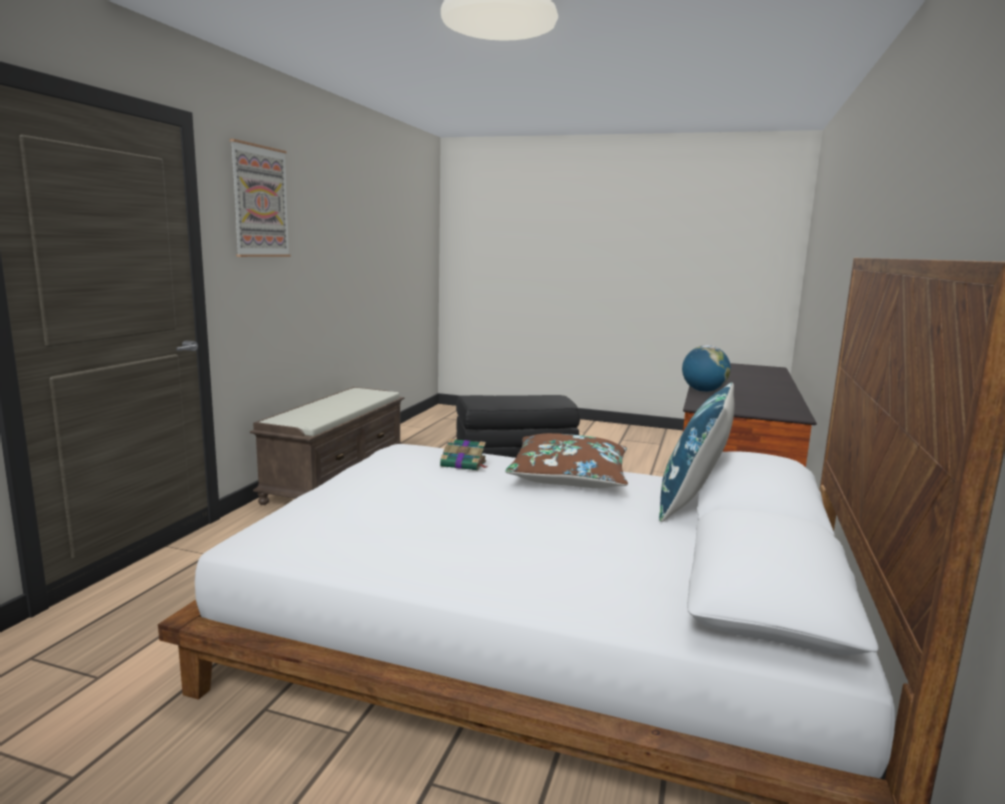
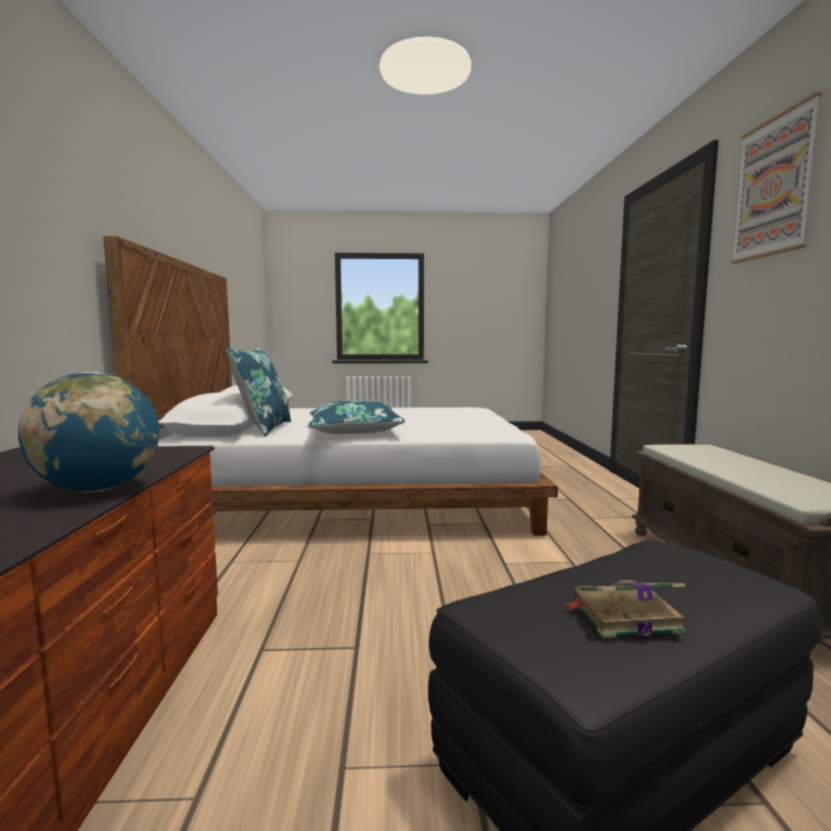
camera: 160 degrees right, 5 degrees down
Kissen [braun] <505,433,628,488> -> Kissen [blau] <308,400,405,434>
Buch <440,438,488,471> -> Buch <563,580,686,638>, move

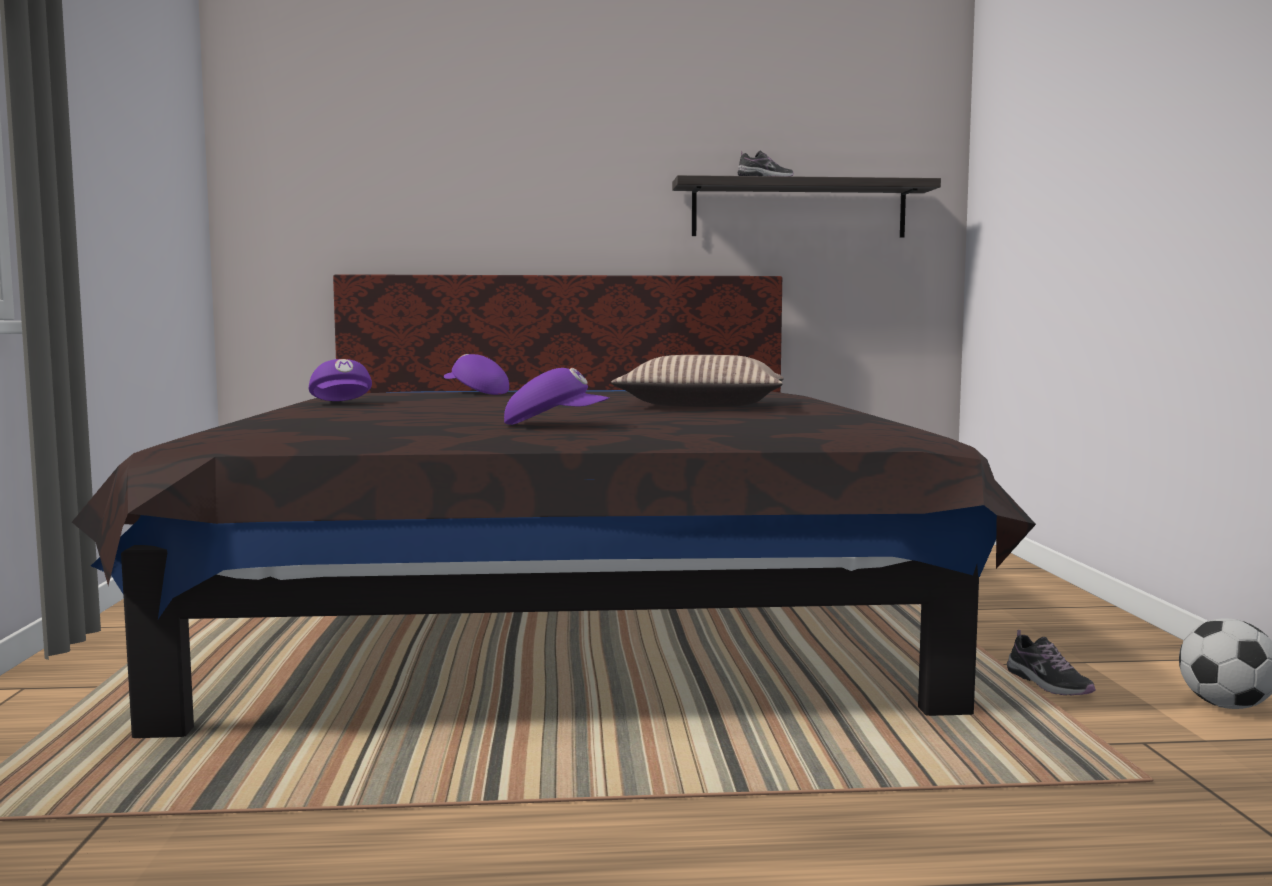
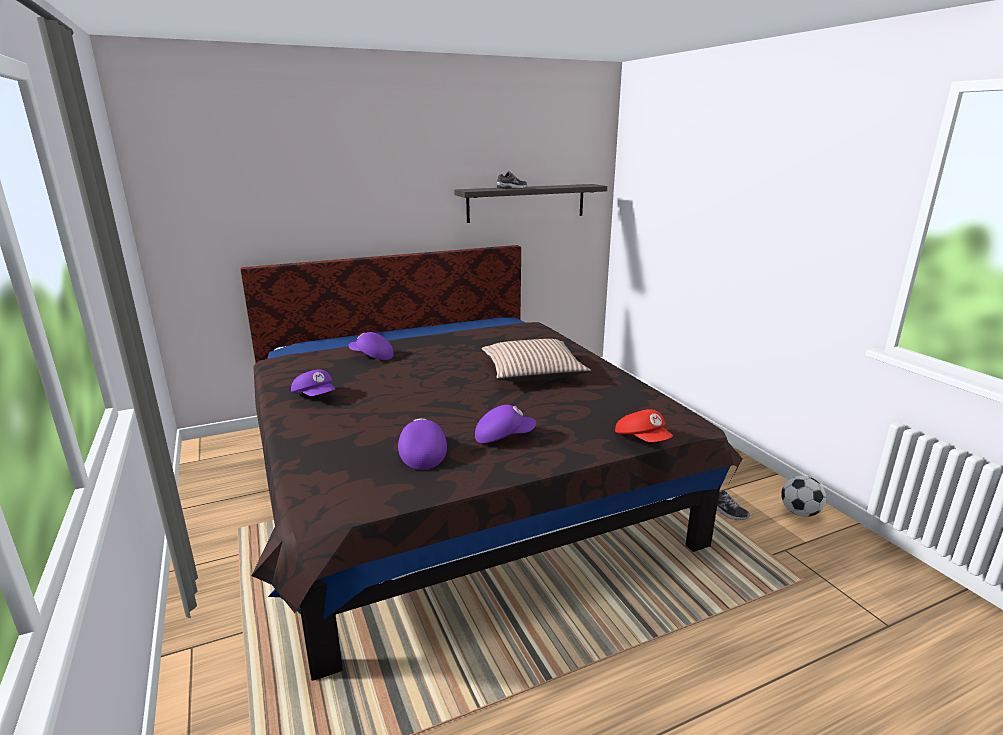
camera: 20 degrees left, 15 degrees up
none -> Kappe [lila] <398,418,447,470>
none -> Kappe [rot] <615,409,673,442>

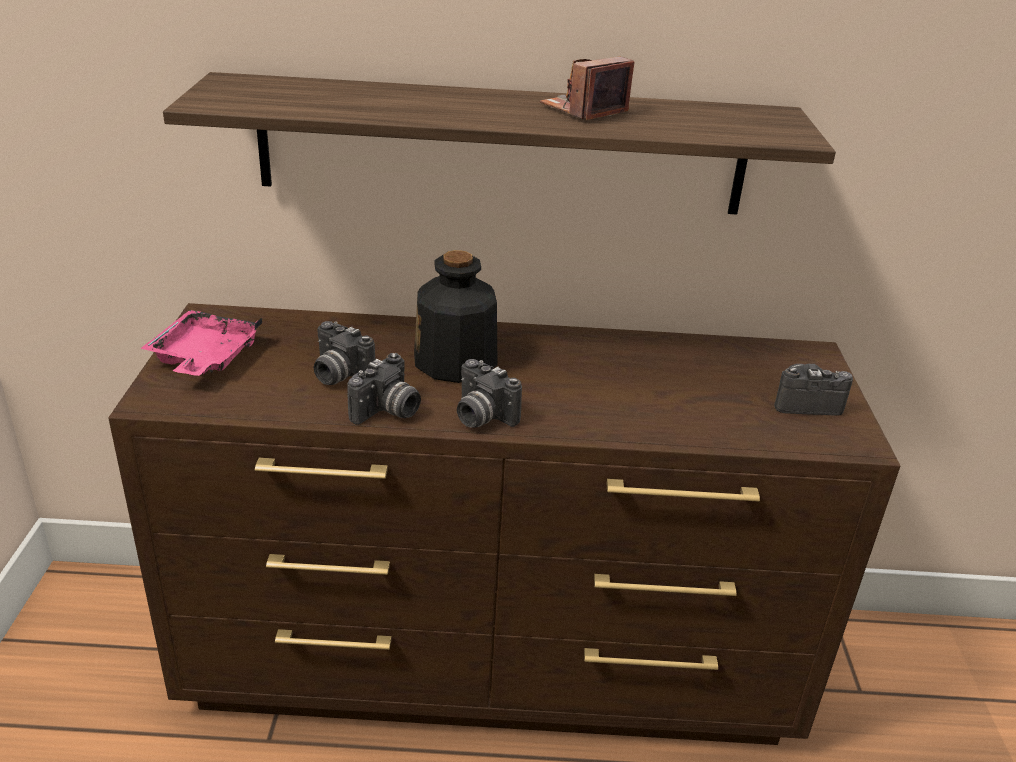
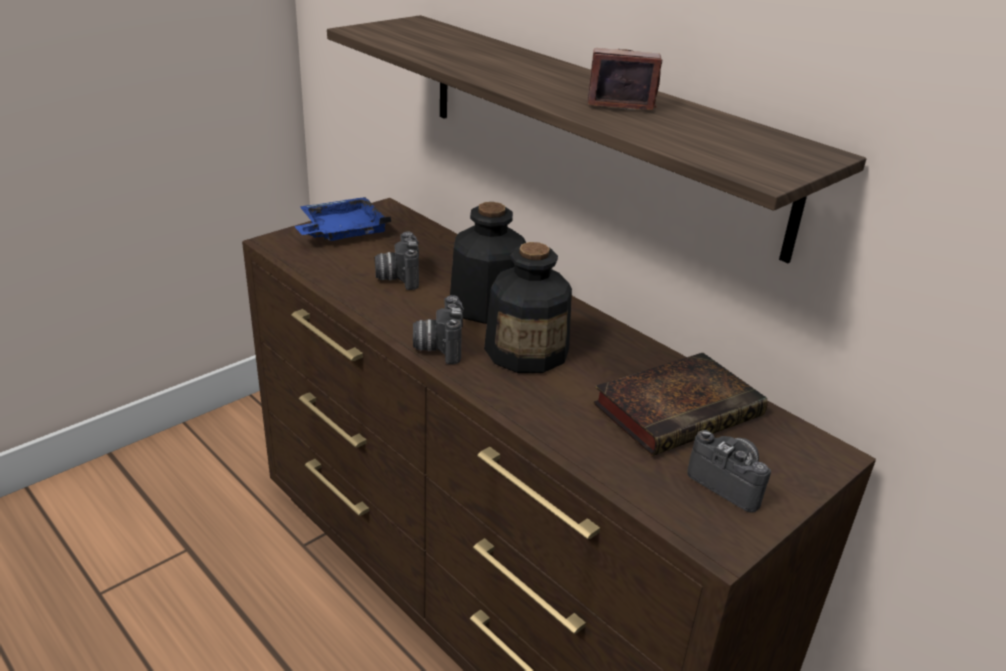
camera: 45 degrees right, 0 degrees up
Tablett [rosa] <140,310,262,376> -> Tablett [blau] <295,197,391,241>
none -> Flasche <484,242,572,373>
none -> Buch <593,353,768,456>
Kamera <347,353,421,425> -> none

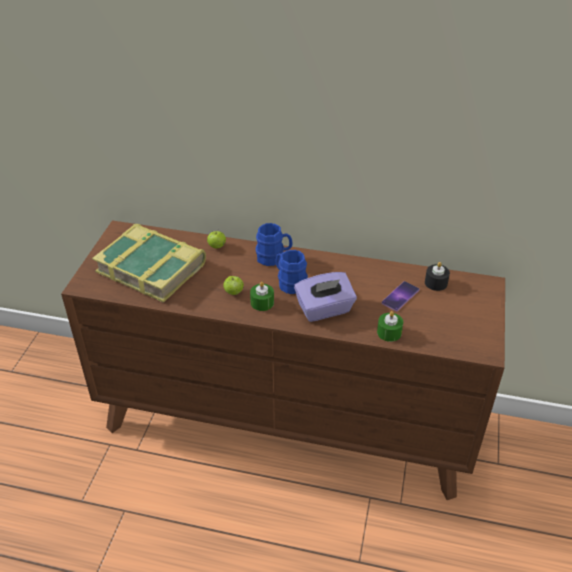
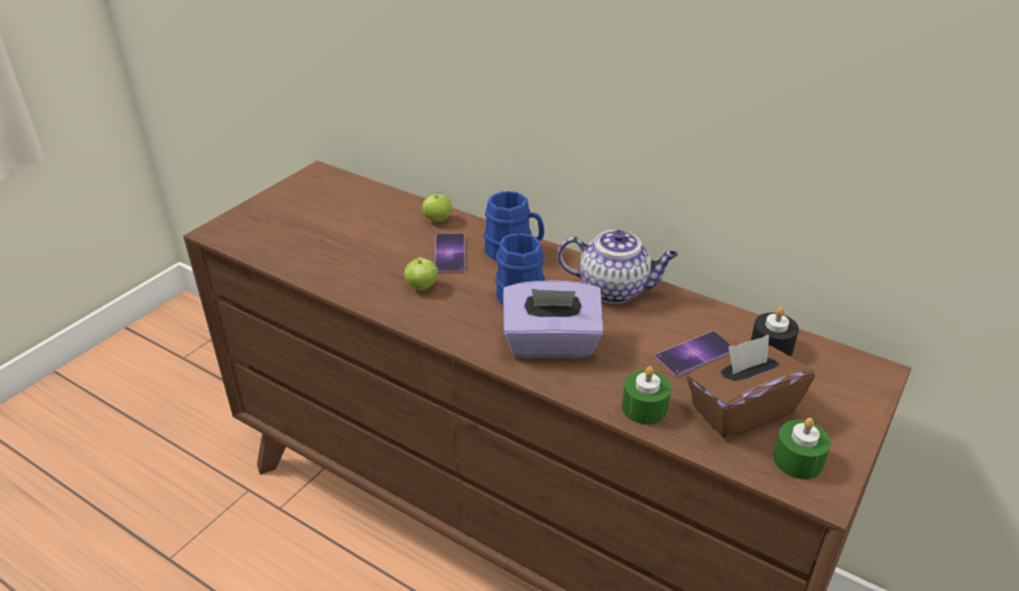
camera: 20 degrees right, 5 degrees down
none -> Handy <435,233,465,272>
none -> Teekanne <557,230,678,303>
none -> Taschentuchbox [braun] <686,335,815,439>
Kerze [grün] <250,282,274,311> -> Kerze [grün] <773,418,831,479>, move
Buch <92,224,206,303> -> none

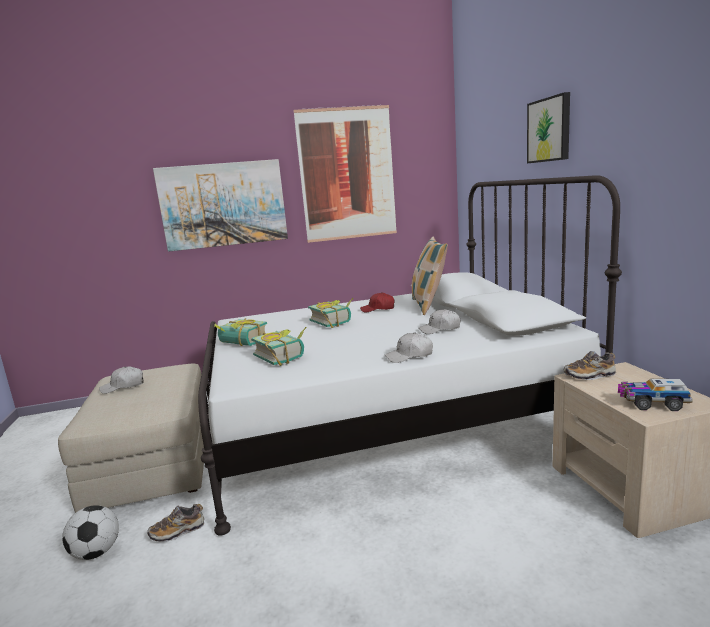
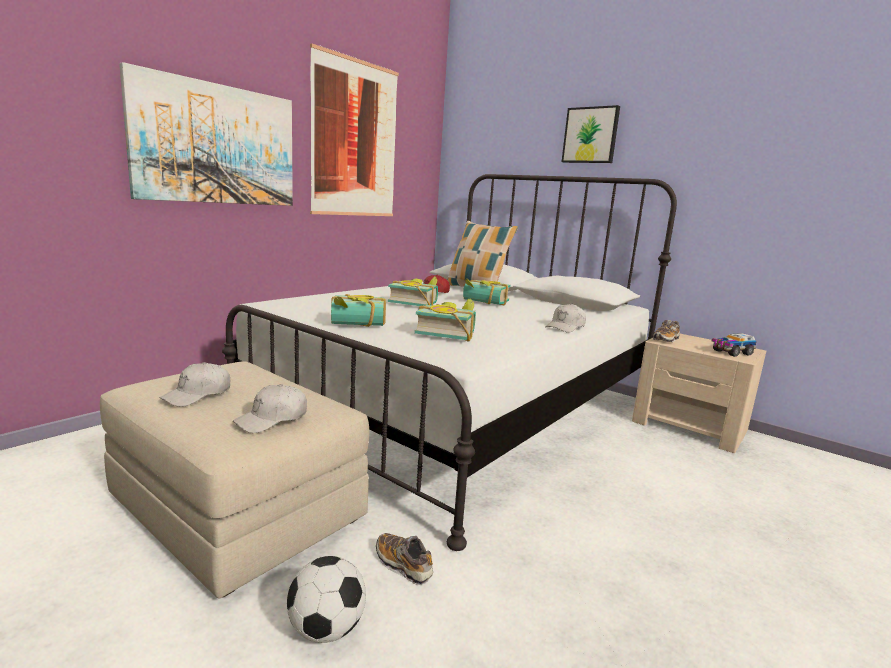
camera: 40 degrees left, 0 degrees up
Kappe [weiß] <419,309,460,334> -> Kappe [weiß] <233,384,307,433>, move
Schuh <147,504,204,542> -> Schuh <376,533,433,585>, 105 degrees clockwise
none -> Buch <463,278,511,305>

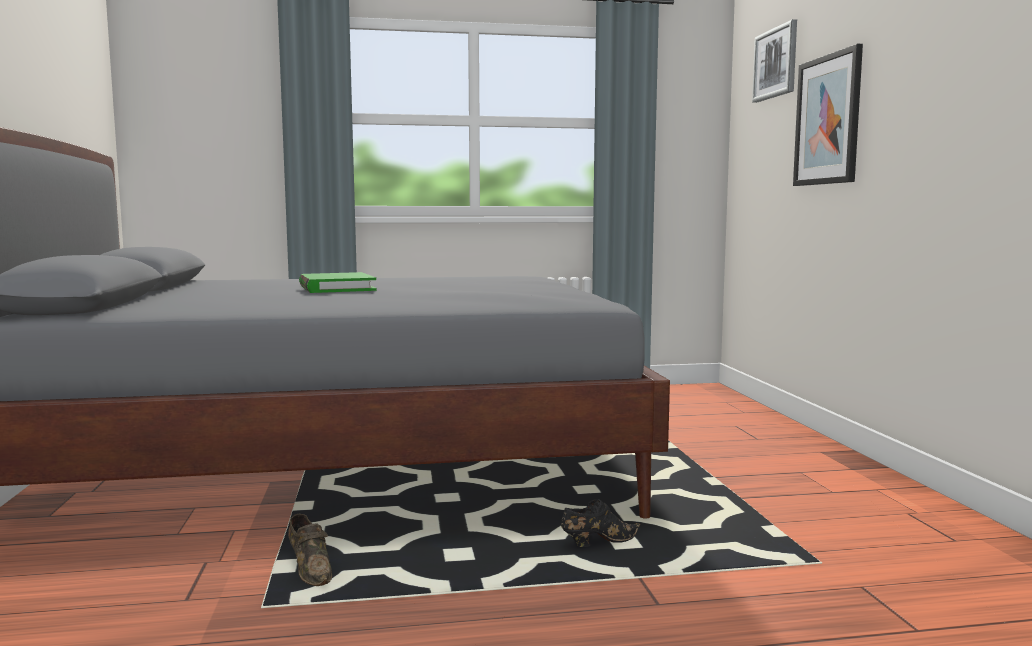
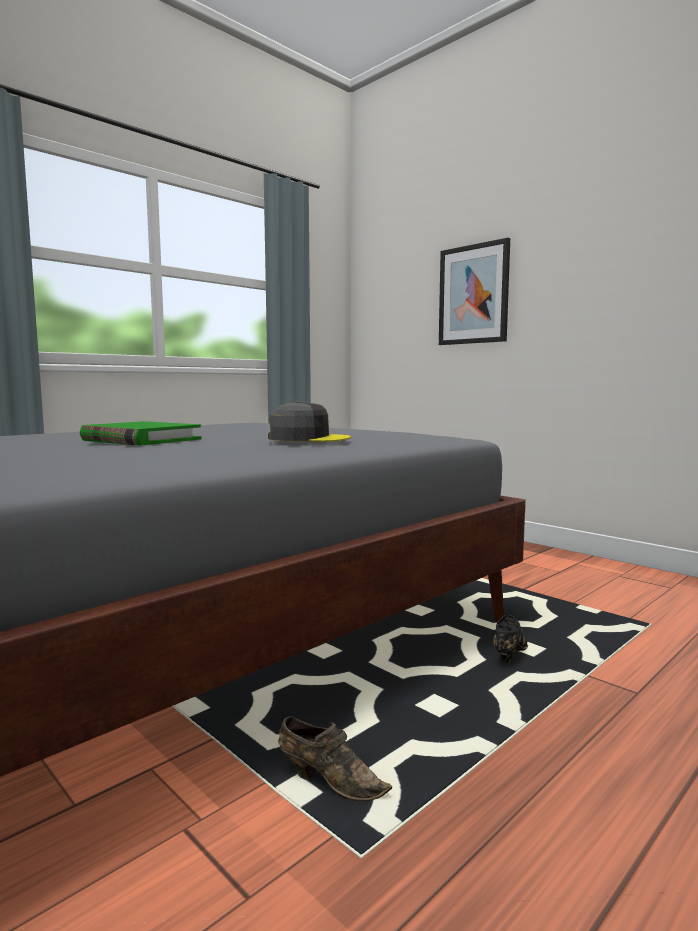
camera: 35 degrees left, 0 degrees up
none -> Kappe [grau] <268,401,351,442>
Bild <752,19,797,103> -> none

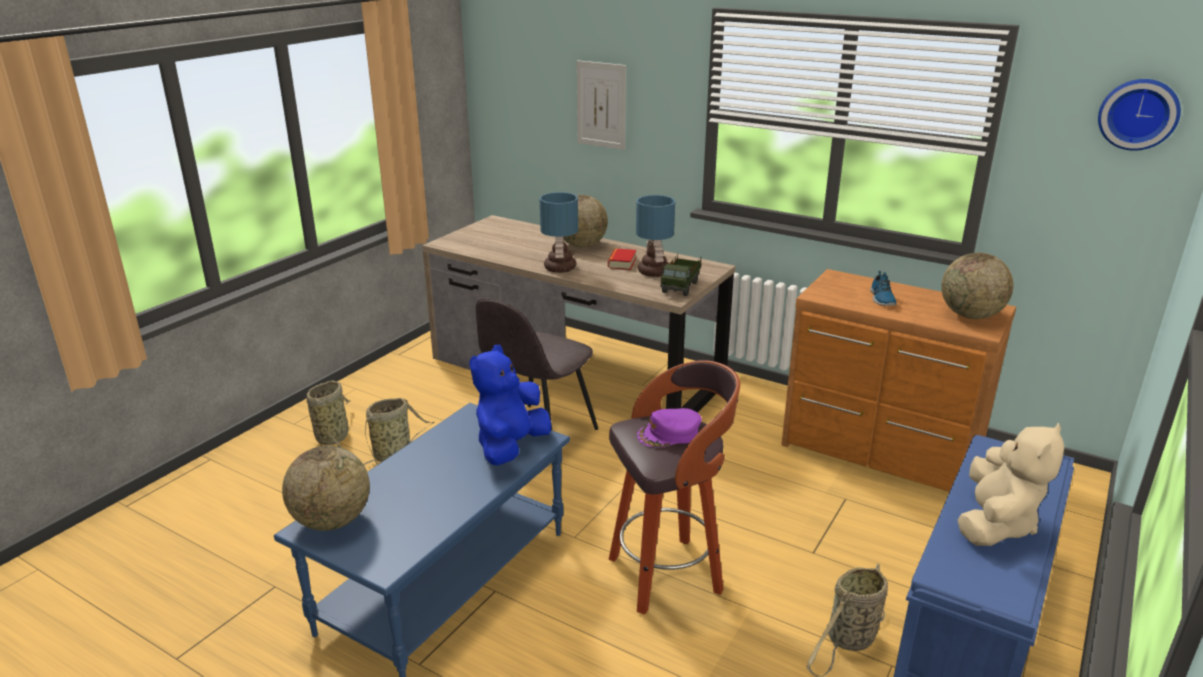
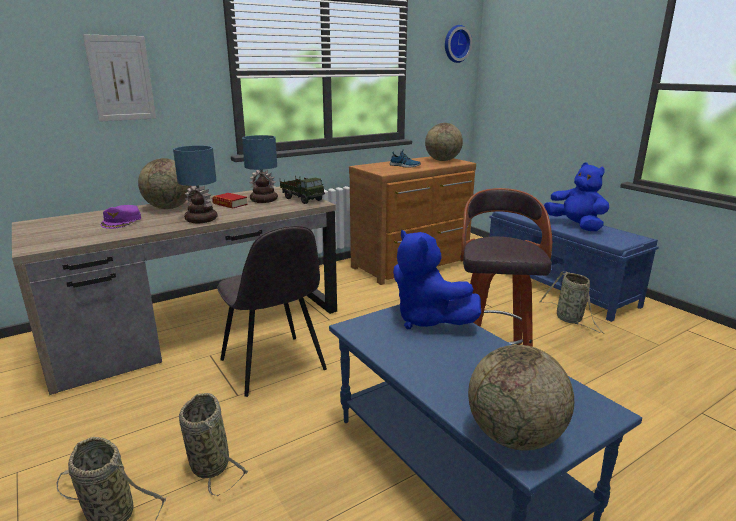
camera: 65 degrees left, 5 degrees down
Kappe [lila] <637,408,702,448> -> Kappe [lila] <101,205,141,229>, move
Plüschtier [beige] <958,423,1064,546> -> Plüschtier [blau] <543,162,609,231>

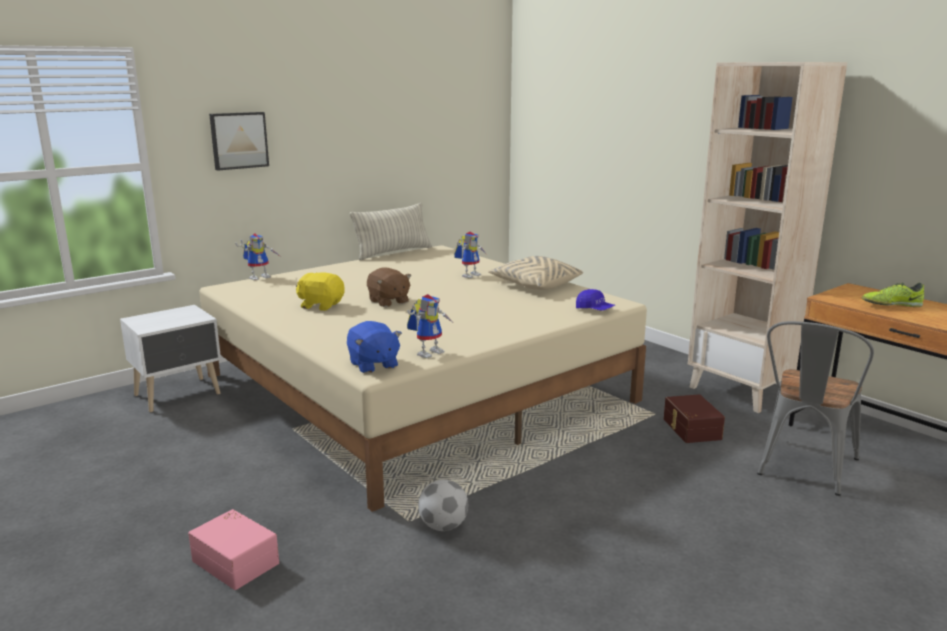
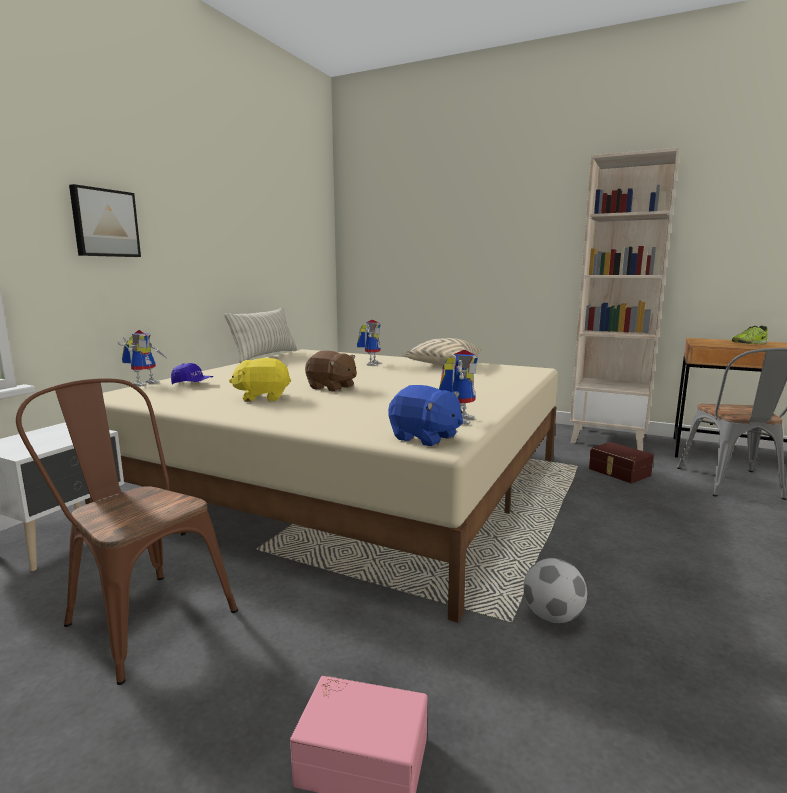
camera: 25 degrees left, 5 degrees down
none -> Stuhl [braun] <16,378,238,685>
Kappe [blau] <576,289,615,311> -> Kappe [blau] <171,363,213,384>, move

